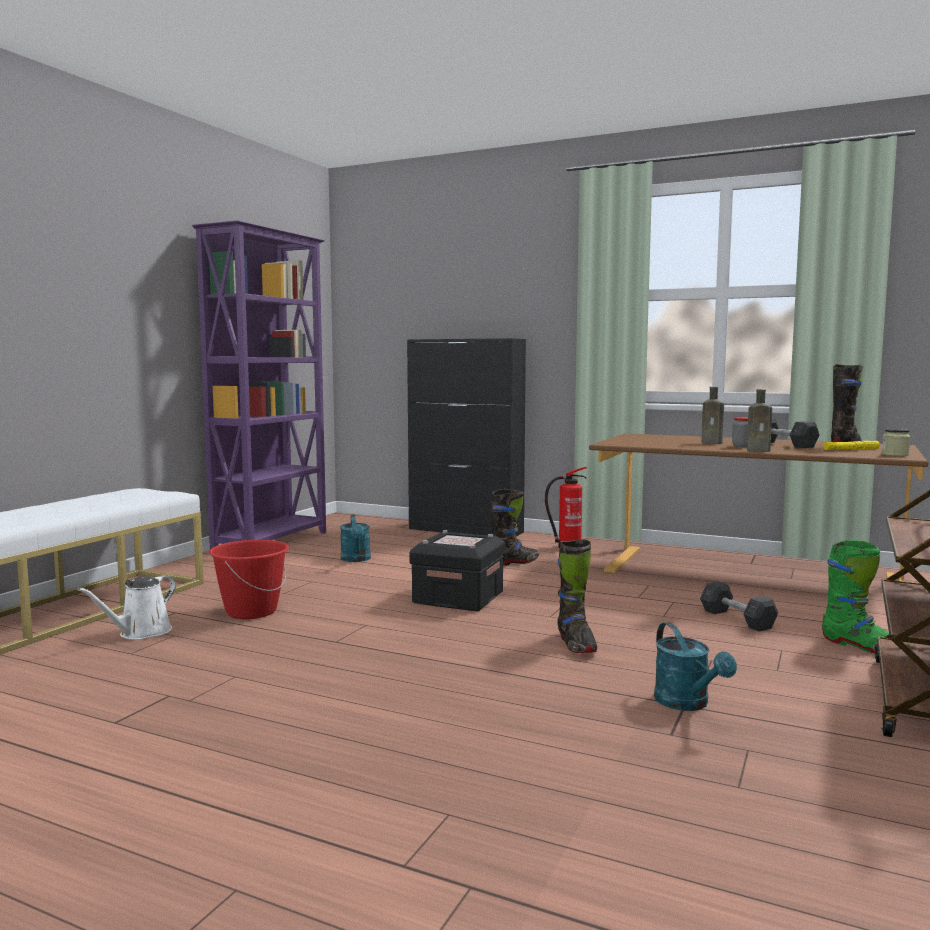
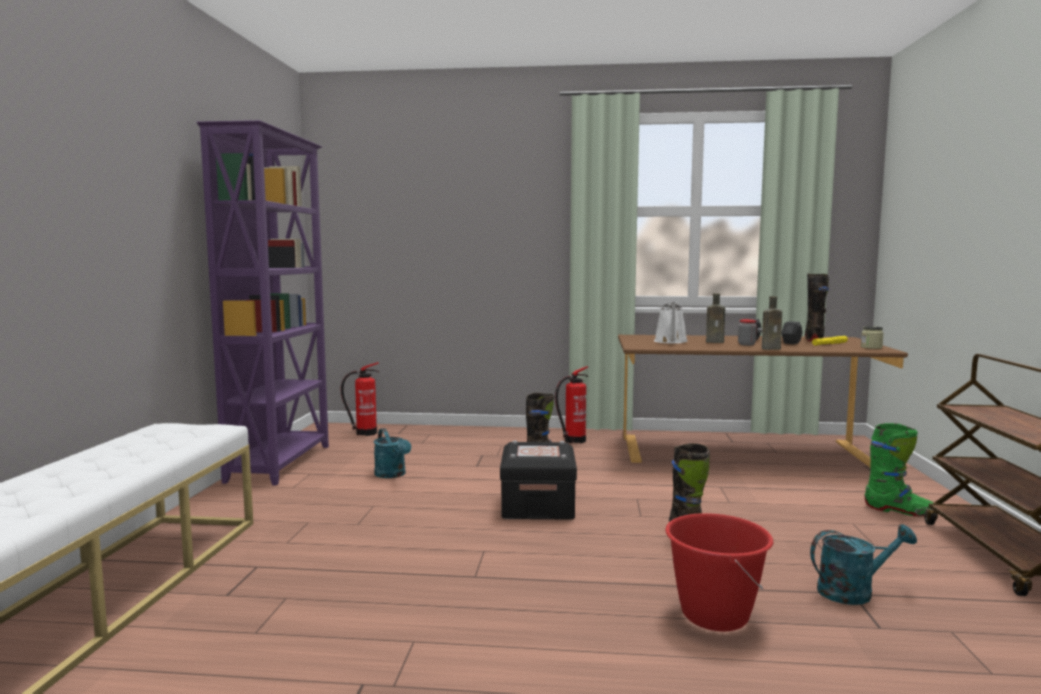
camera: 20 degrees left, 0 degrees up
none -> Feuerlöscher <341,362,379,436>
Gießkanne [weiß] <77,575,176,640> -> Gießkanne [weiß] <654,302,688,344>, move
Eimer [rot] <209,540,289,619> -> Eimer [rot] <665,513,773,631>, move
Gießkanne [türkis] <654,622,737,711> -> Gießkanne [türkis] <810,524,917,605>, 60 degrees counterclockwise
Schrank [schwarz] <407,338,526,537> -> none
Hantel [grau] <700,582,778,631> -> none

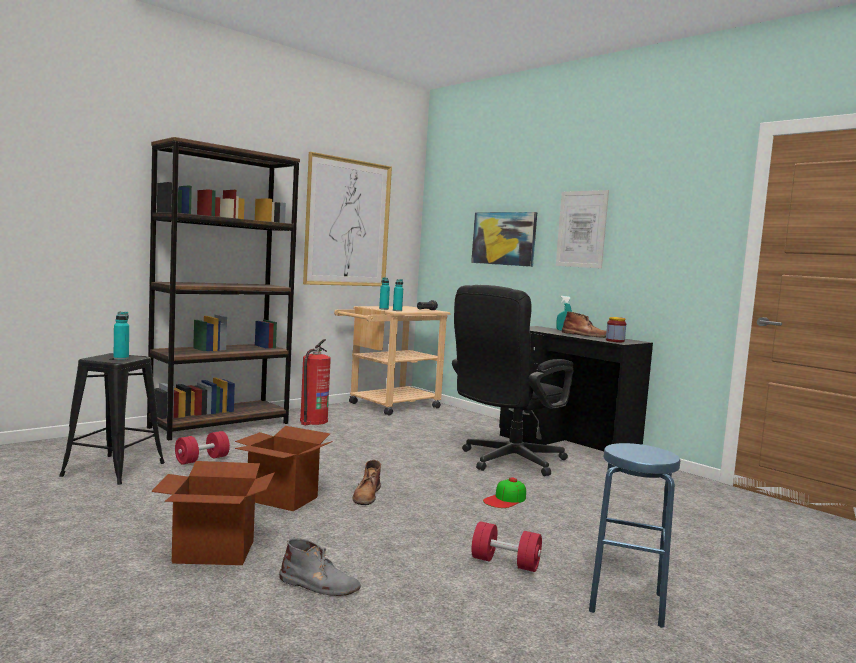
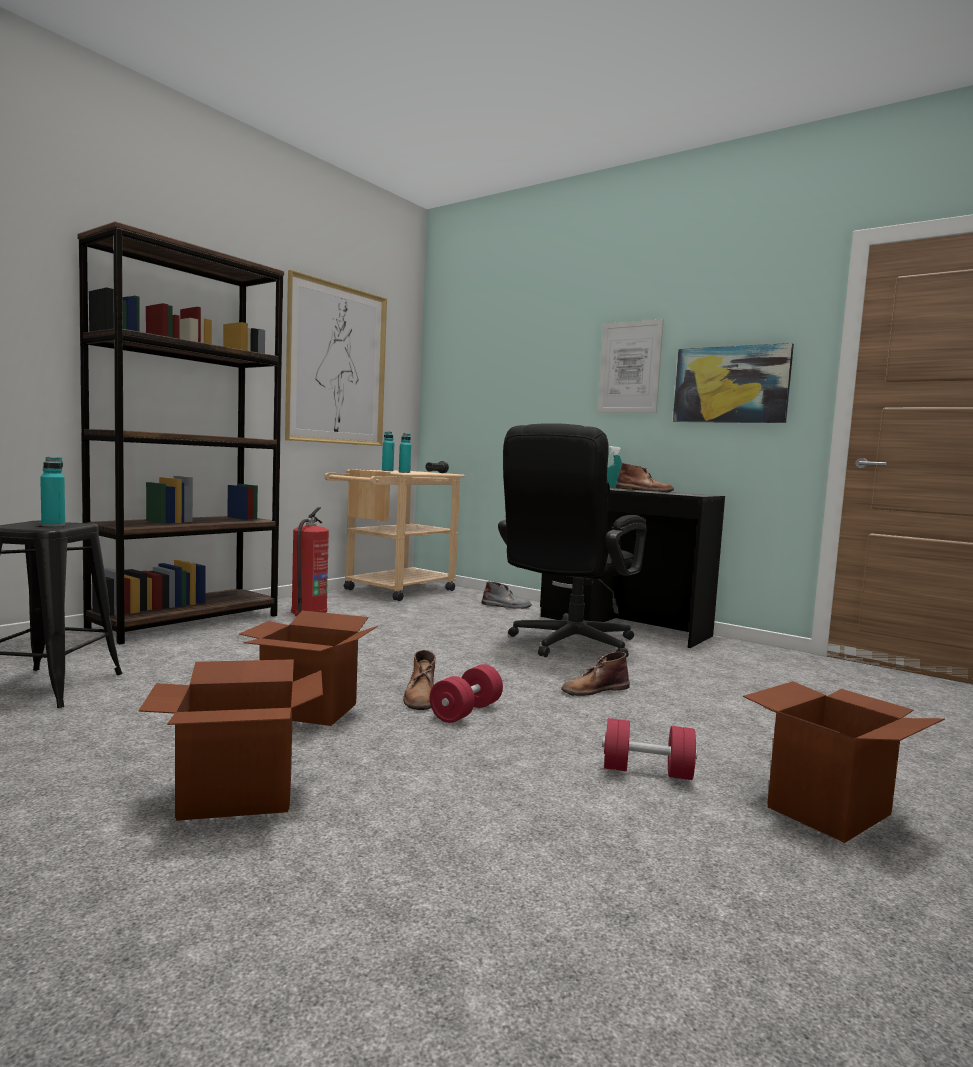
camera: 10 degrees left, 0 degrees up
Hantel [rot] <175,431,230,464> -> Hantel [rot] <430,664,503,723>, move
Stiefel [grau] <279,538,361,596> -> Stiefel [grau] <482,581,532,609>, move
Kappe <483,477,526,508> -> Stiefel [braun] <561,652,630,696>
Bild <471,212,537,267> -> Bild <673,343,794,423>, move
Hocker [blau] <589,443,680,628> -> Karton <743,681,945,843>
Vorratsglas <606,317,626,342> -> none

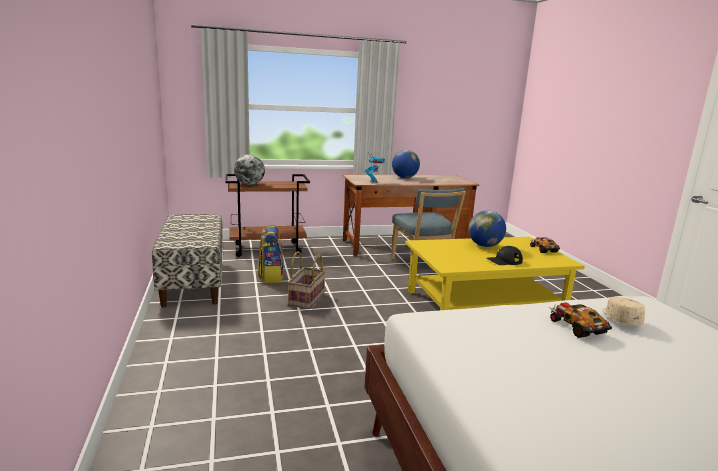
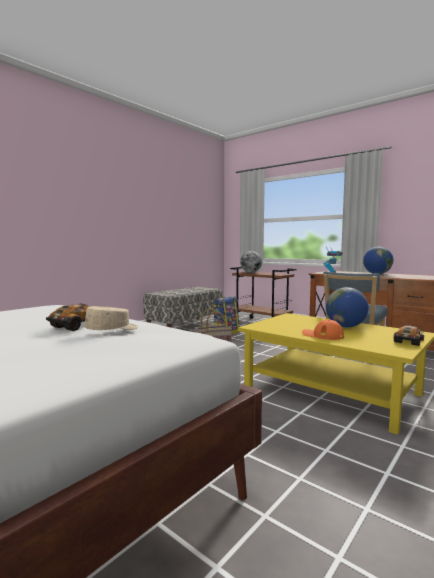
camera: 55 degrees right, 10 degrees down
Kappe [schwarz] <487,246,523,265> -> Kappe [orange] <302,320,344,340>

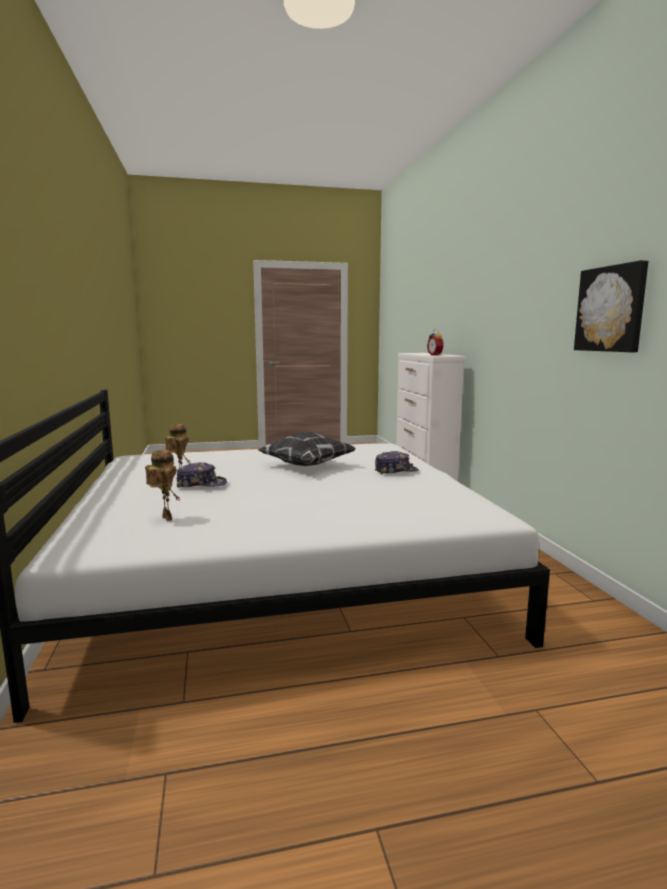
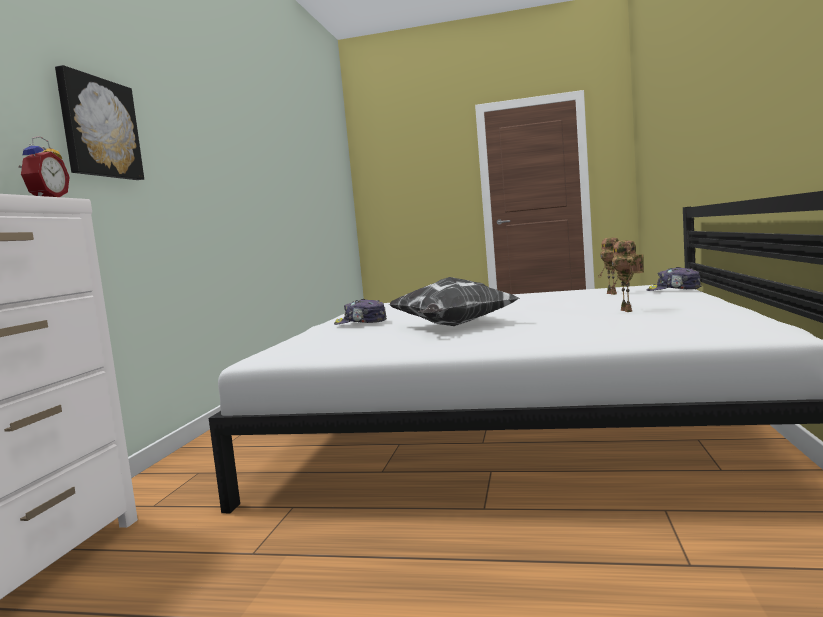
camera: 155 degrees left, 5 degrees down
Bild <574,260,648,352> -> Bild <55,65,144,180>, move
Kappe <177,462,227,488> -> Kappe <647,267,701,291>, move

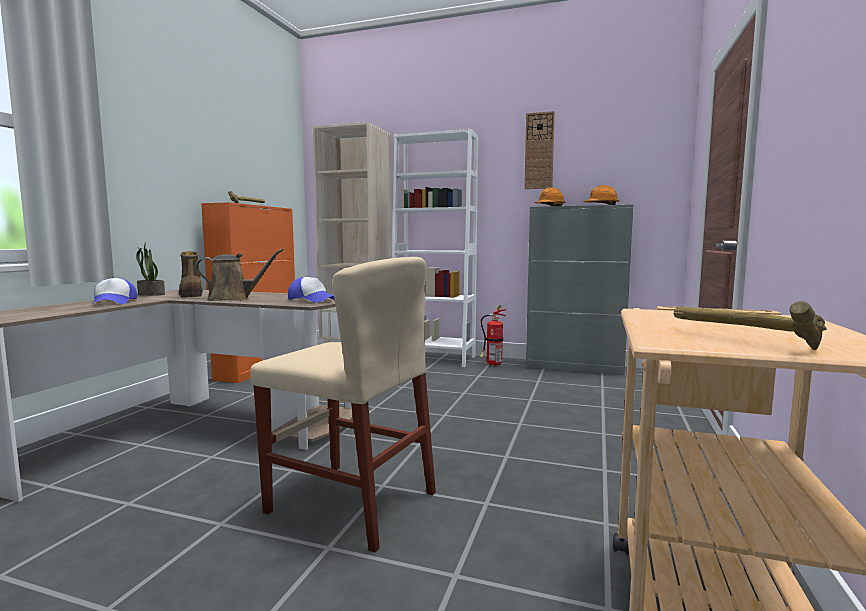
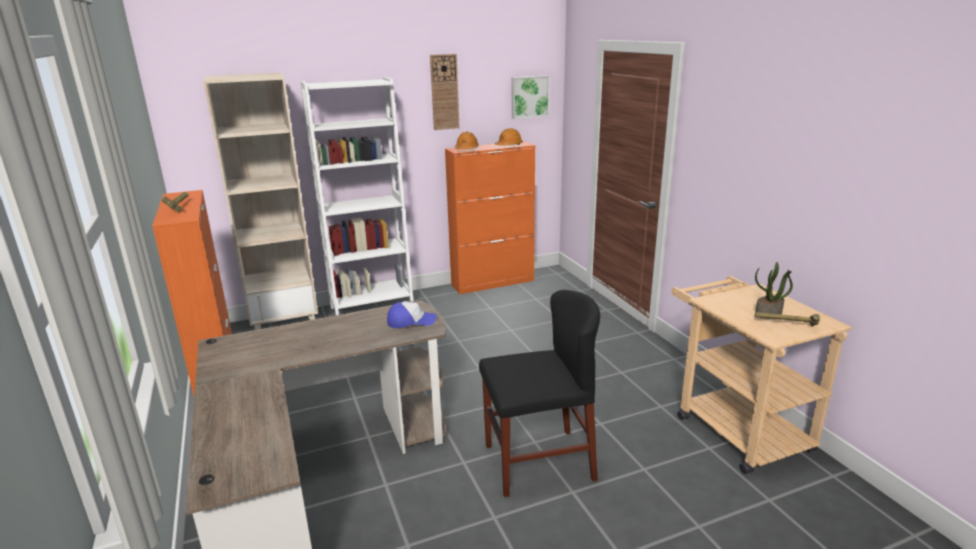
camera: 40 degrees left, 15 degrees up
Schrank [grau] <526,205,633,375> -> Schrank [orange] <445,141,535,294>
Stuhl [beige] <250,257,436,552> -> Stuhl [schwarz] <479,290,600,497>
none -> Bild <512,75,550,119>
Topfpflanze <136,242,165,296> -> Topfpflanze <755,262,793,319>, move
Kappe <92,278,137,305> -> none
Stiefel <179,251,203,298> -> none
Gießkanne [braun] <195,249,283,301> -> none
Feuerlöscher <479,305,507,366> -> none

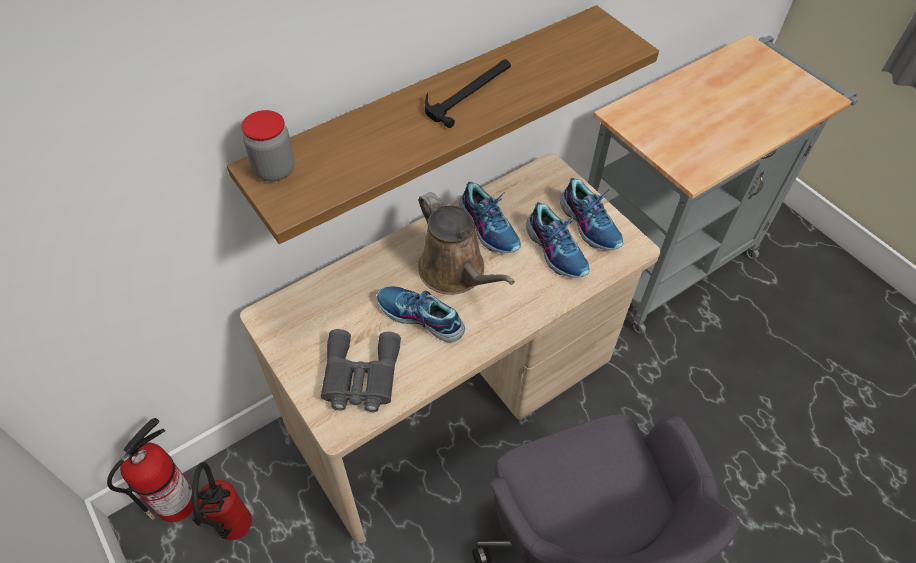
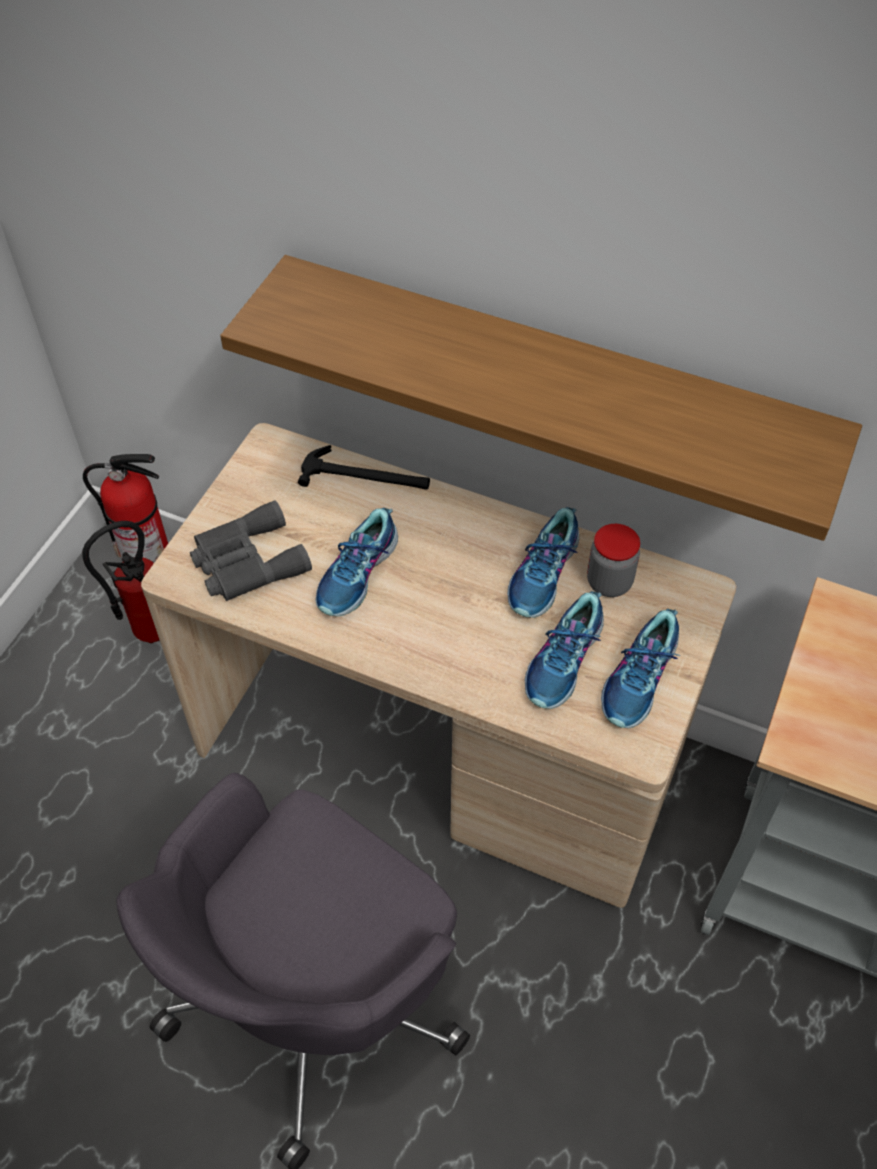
camera: 60 degrees right, 0 degrees up
Hammer <425,59,511,128> -> Hammer <298,445,430,490>, move
Schuh <377,287,465,342> -> Schuh <316,508,398,617>, 150 degrees counterclockwise
Vorratsglas <241,110,295,181> -> Vorratsglas <587,524,640,597>, move
Gießkanne [braun] <419,192,515,295> -> none

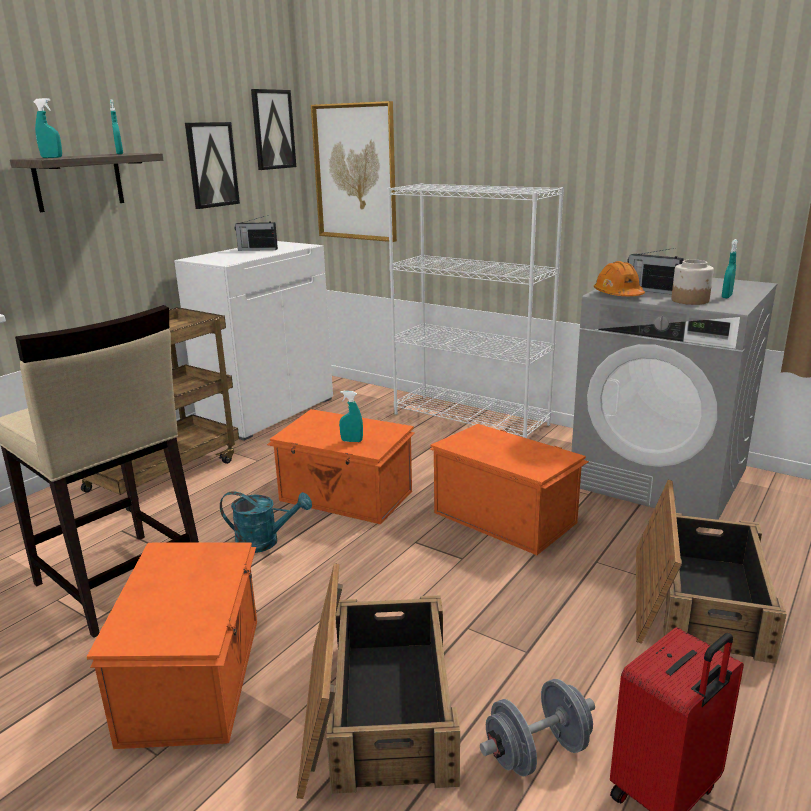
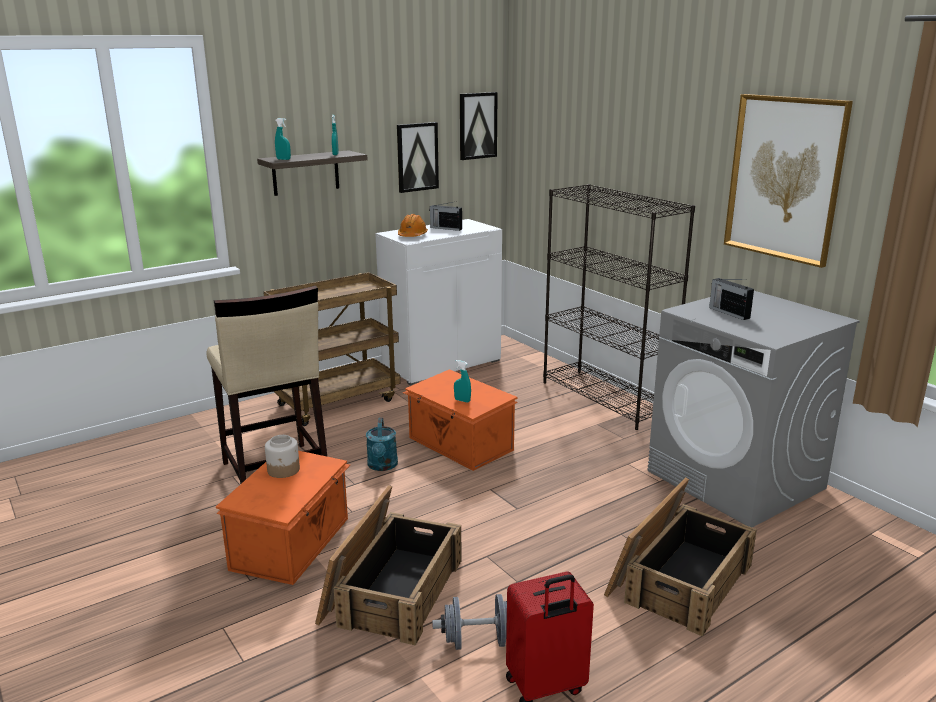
camera: 20 degrees right, 0 degrees up
Vorratsglas <671,260,714,305> -> Vorratsglas <265,435,300,478>, move
Gießkanne [türkis] <220,491,312,553> -> Gießkanne [türkis] <366,418,398,471>, 60 degrees clockwise
Schutzhelm [orange] <594,261,645,296> -> Schutzhelm [orange] <398,214,428,237>, move
Bücherregal [weiß] <387,183,564,438> -> Bücherregal [schwarz] <543,184,695,430>
Bild <311,101,397,242> -> Bild <724,94,853,268>, move
Aufbewahrungsbox [orange] <430,424,589,555> -> none
Sprühflasche [türkis] <722,239,738,298> -> none

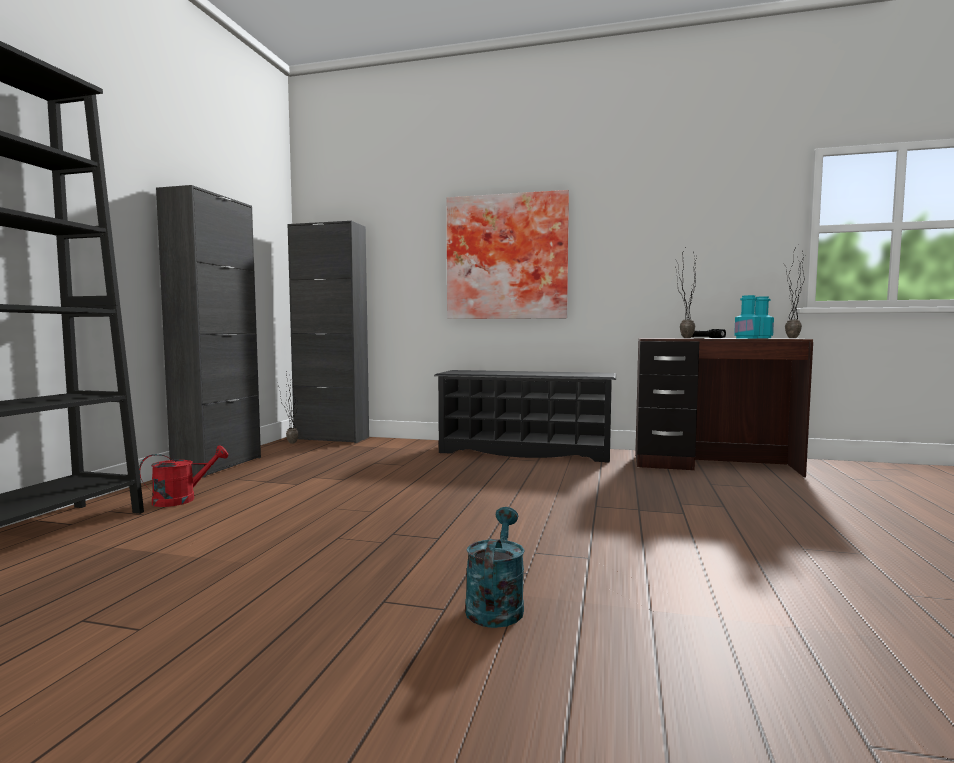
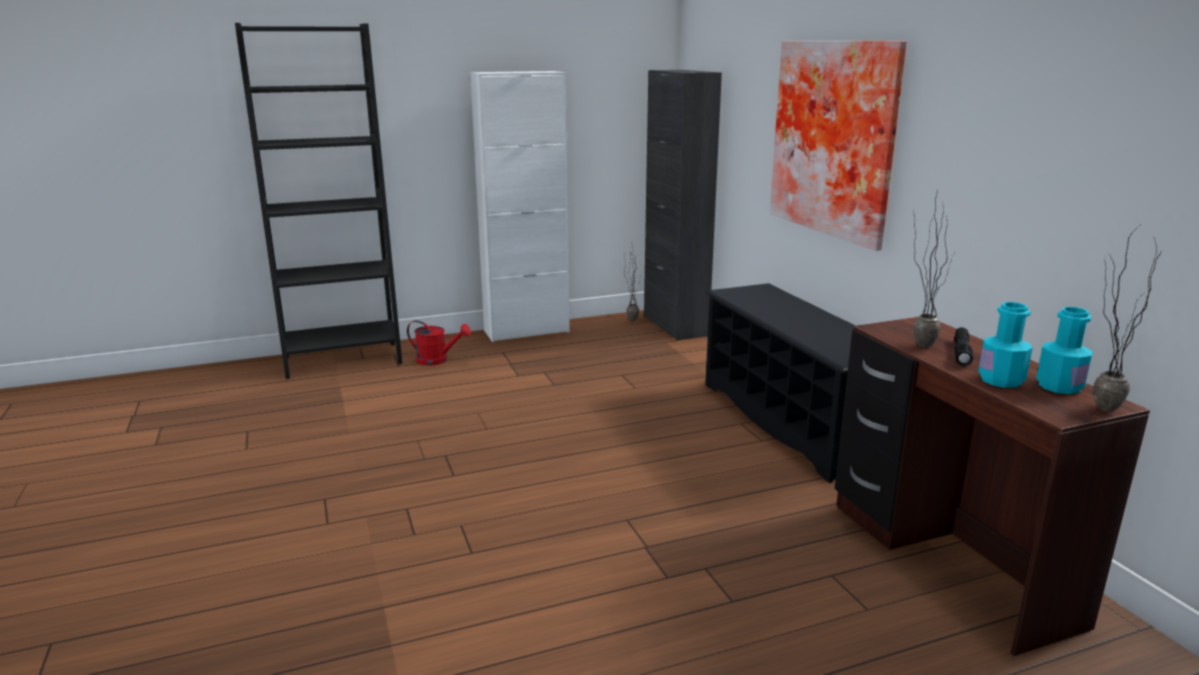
camera: 55 degrees right, 15 degrees up
Schrank [schwarz] <156,185,261,478> -> Schrank [weiß] <470,71,570,342>
Gießkanne [türkis] <465,507,525,628> -> none

